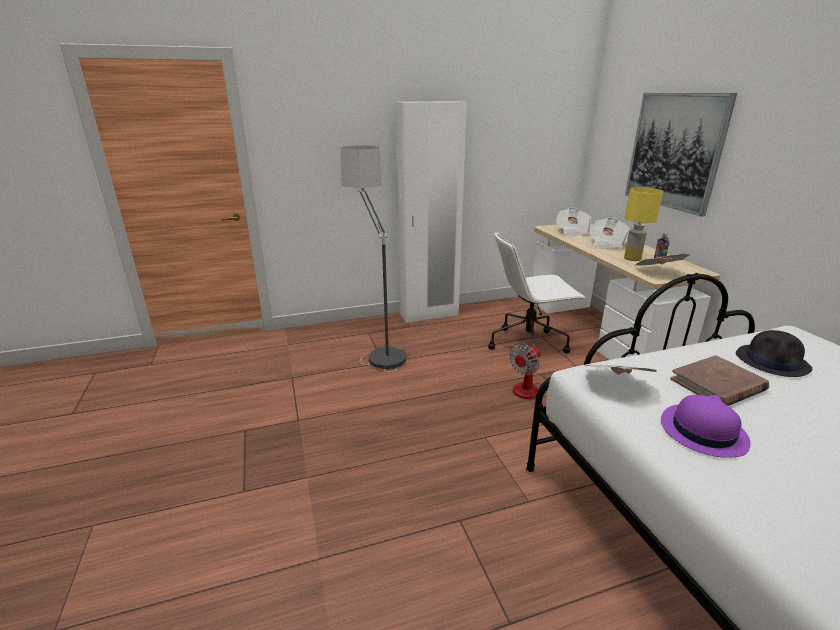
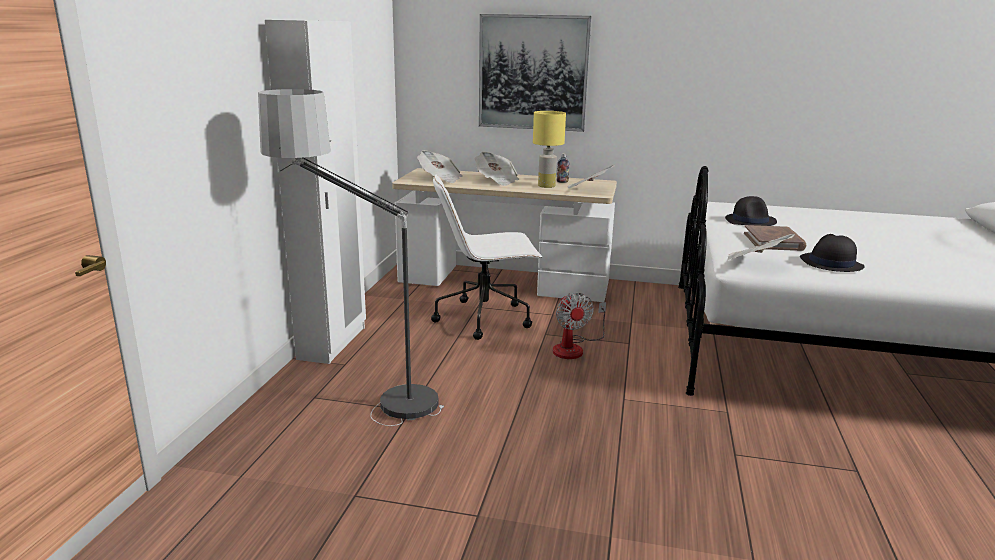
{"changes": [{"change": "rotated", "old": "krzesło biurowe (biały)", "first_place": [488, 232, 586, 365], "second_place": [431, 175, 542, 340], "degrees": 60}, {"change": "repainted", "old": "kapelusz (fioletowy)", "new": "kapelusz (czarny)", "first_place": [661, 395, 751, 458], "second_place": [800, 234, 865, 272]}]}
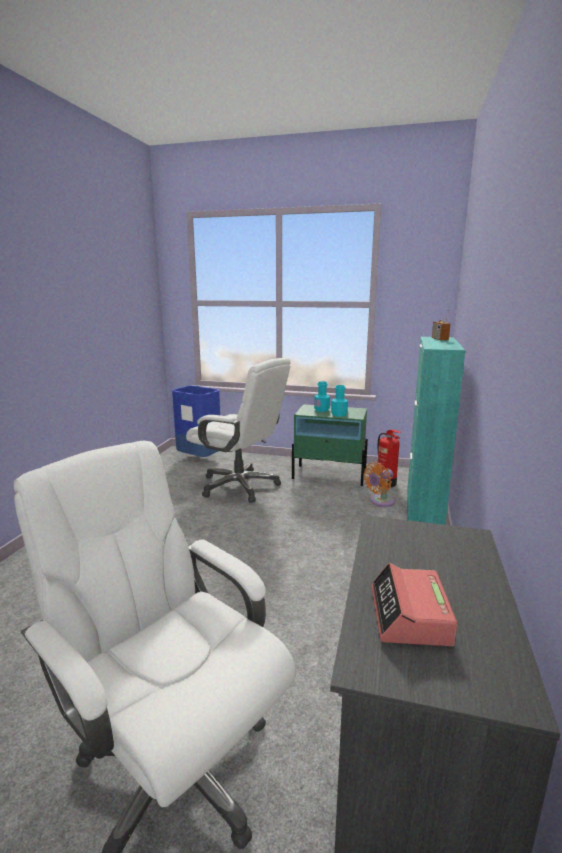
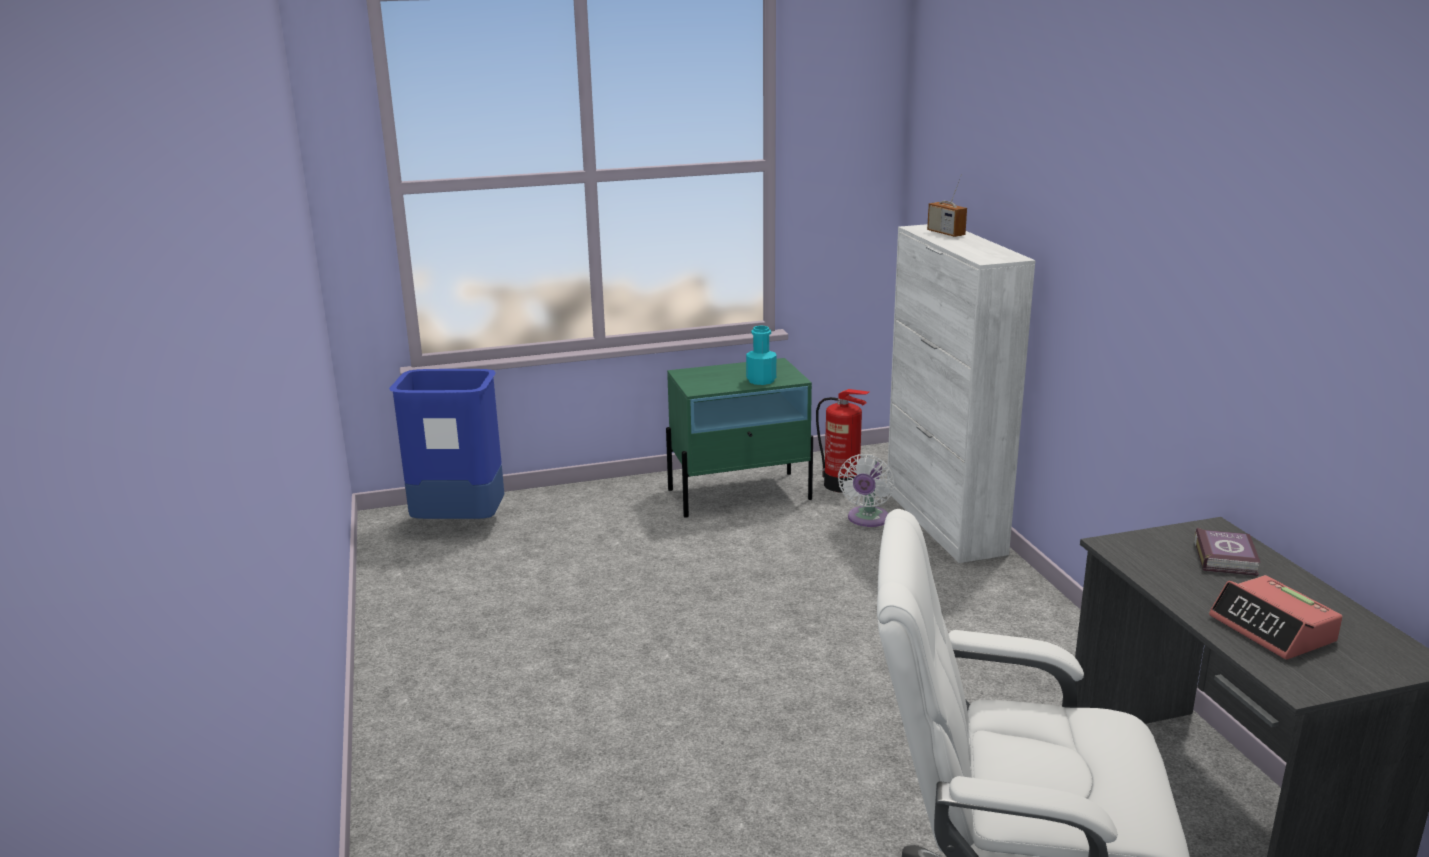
{"changes": [{"change": "repainted", "old": "wentylator (pomarańczowy)", "new": "wentylator (biały)", "first_place": [363, 462, 394, 507], "second_place": [838, 454, 895, 527]}, {"change": "repainted", "old": "szafka (turkusowy)", "new": "szafka (biały)", "first_place": [407, 337, 466, 525], "second_place": [887, 224, 1036, 563]}, {"change": "new", "new": "książka", "second_place": [1194, 528, 1261, 576]}, {"change": "gone", "old": "krzesło biurowe (biały)", "first_place": [186, 358, 291, 503]}, {"change": "gone", "old": "butelka (turkusowy)", "first_place": [314, 381, 330, 412]}]}
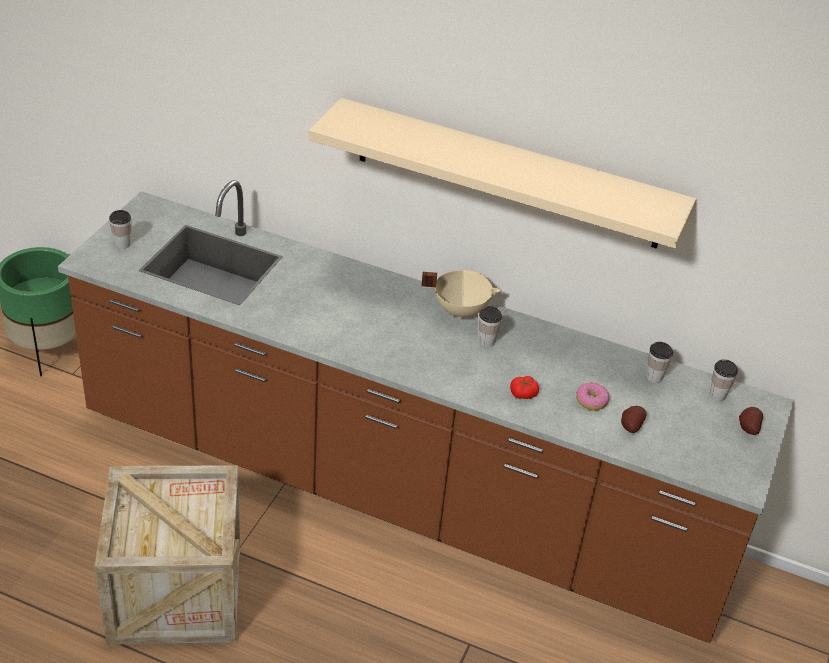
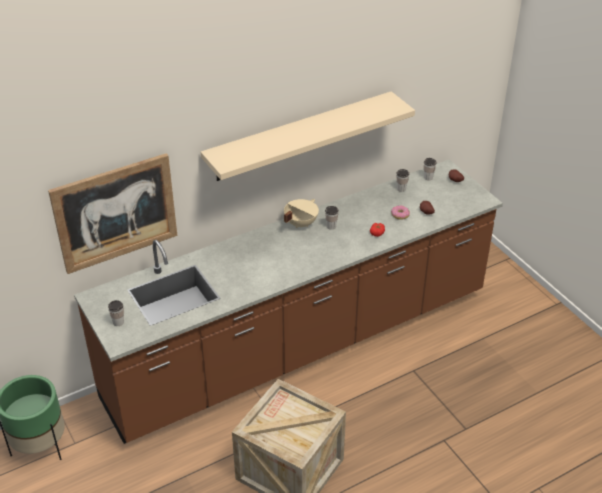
{"changes": [{"change": "new", "new": "obraz", "second_place": [48, 153, 177, 274]}]}
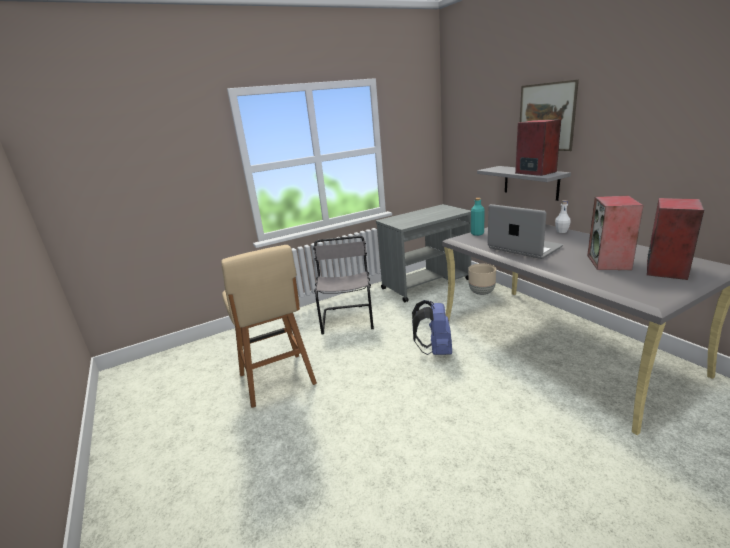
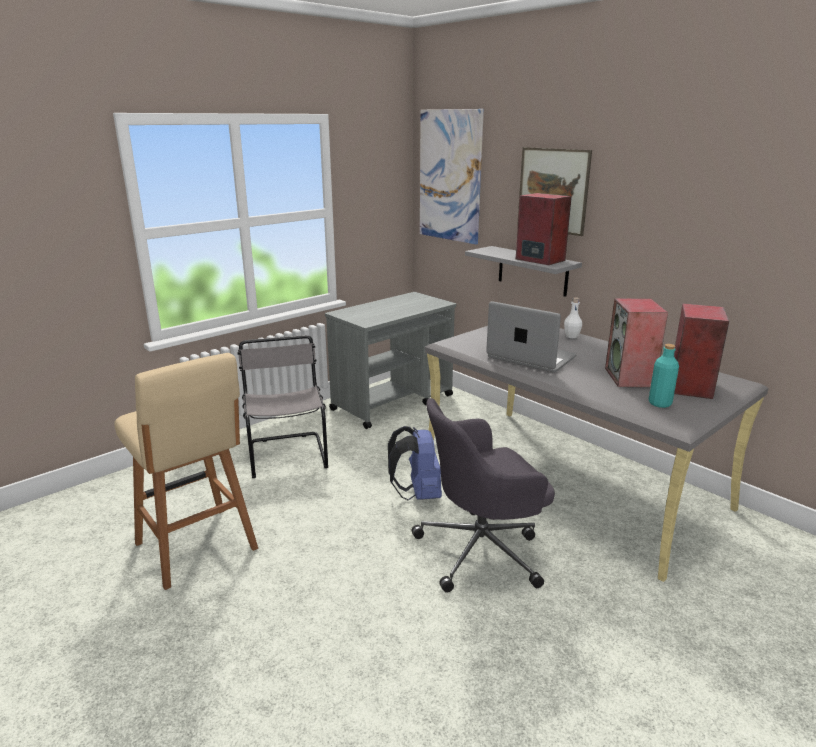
{"changes": [{"change": "new", "new": "krzesło biurowe (szary)", "second_place": [412, 398, 555, 593]}, {"change": "new", "new": "obraz", "second_place": [420, 109, 484, 245]}, {"change": "shifted", "old": "butelka (turkusowy)", "first_place": [471, 198, 485, 236], "second_place": [649, 344, 679, 408]}, {"change": "gone", "old": "donica (beżowy)", "first_place": [468, 263, 496, 295]}]}
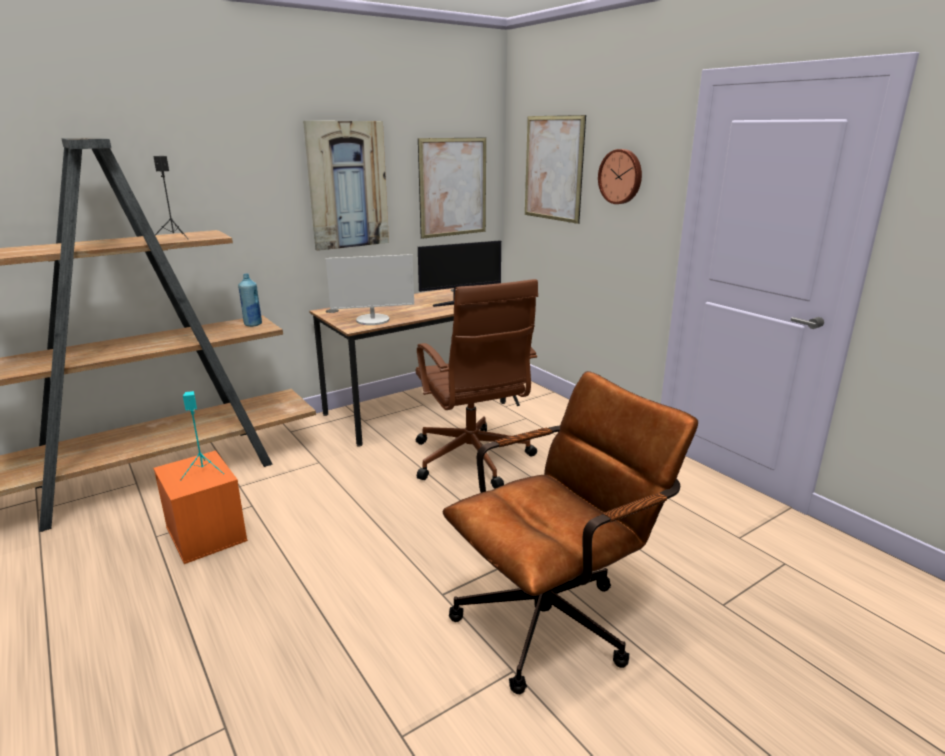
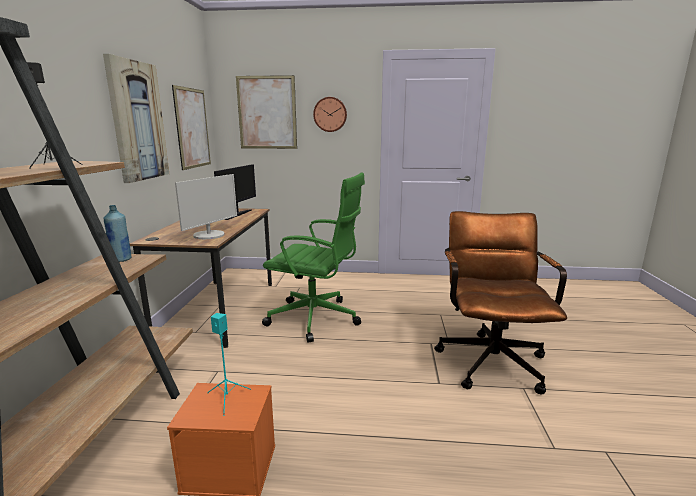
{"changes": [{"change": "repainted", "old": "krzesło biurowe (brązowy)", "new": "krzesło biurowe (zielony)", "first_place": [416, 279, 538, 489], "second_place": [262, 172, 365, 343]}]}
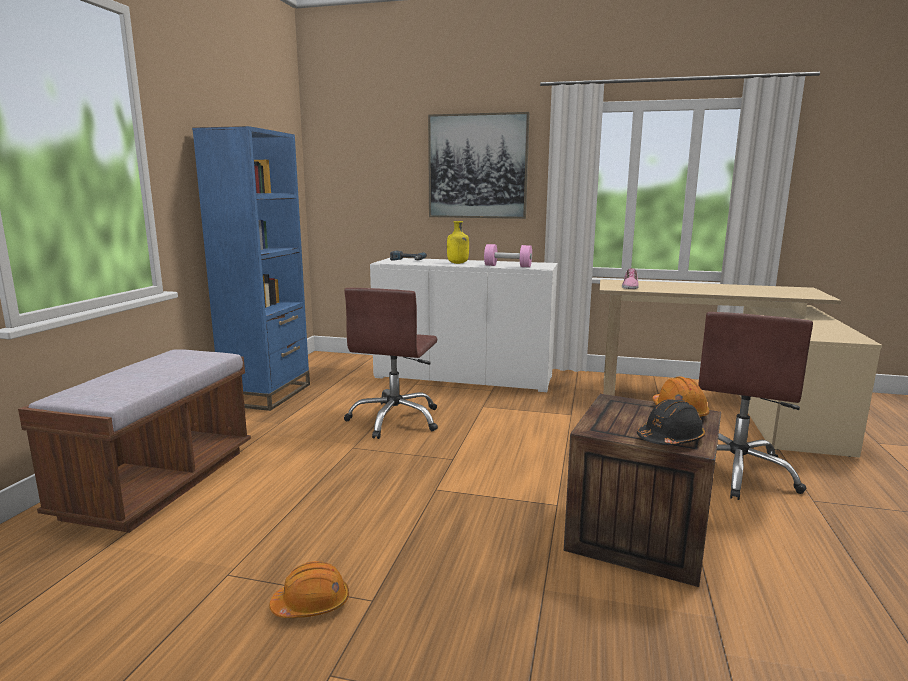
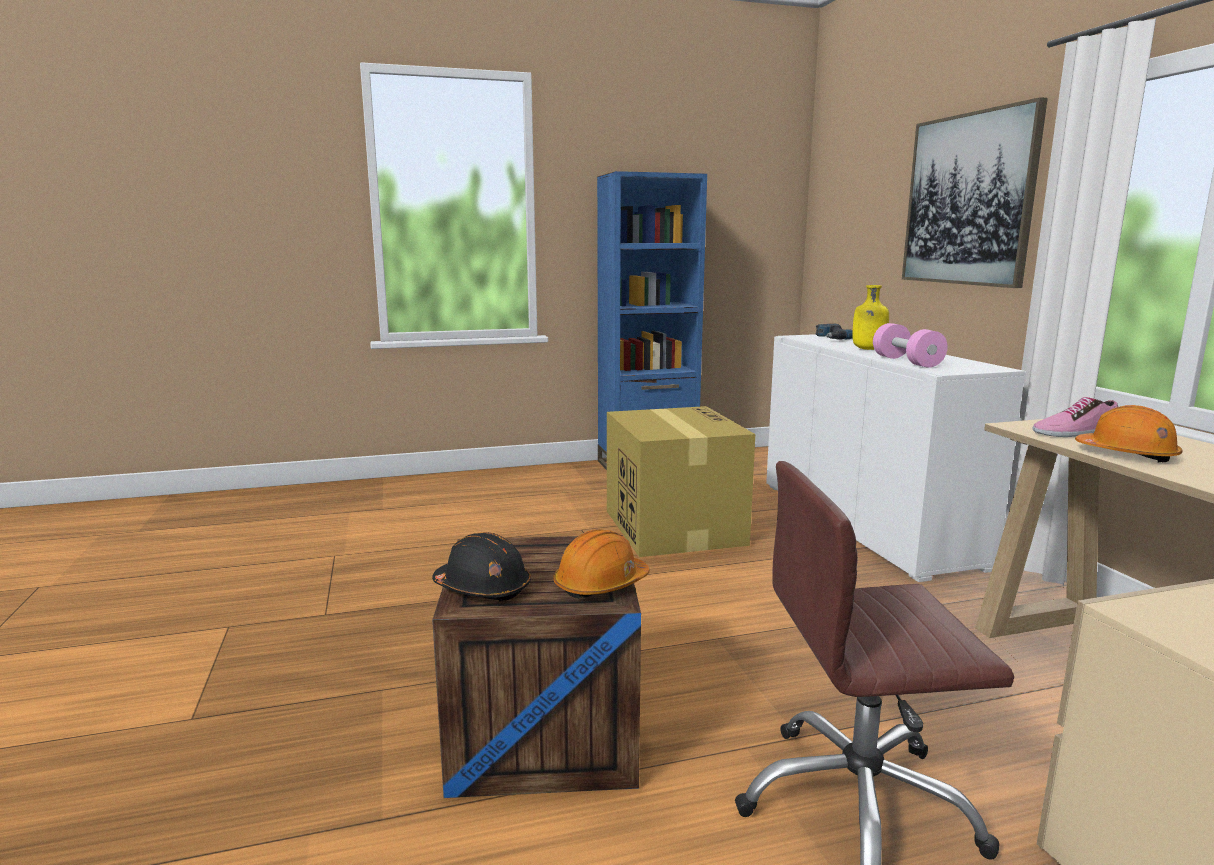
{"changes": [{"change": "swapped", "old": "krzesło biurowe (brązowy)", "new": "karton", "first_place": [344, 288, 438, 439], "second_place": [607, 406, 755, 557]}, {"change": "shifted", "old": "kask (pomarańczowy)", "first_place": [269, 561, 349, 618], "second_place": [1075, 405, 1183, 463]}, {"change": "gone", "old": "ławka (brązowy)", "first_place": [18, 349, 251, 533]}]}
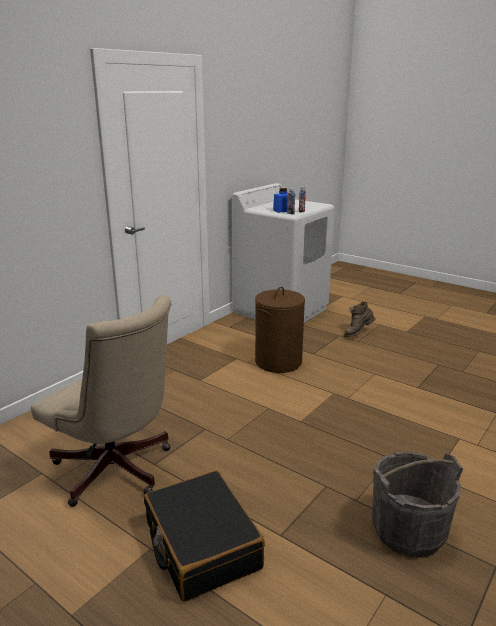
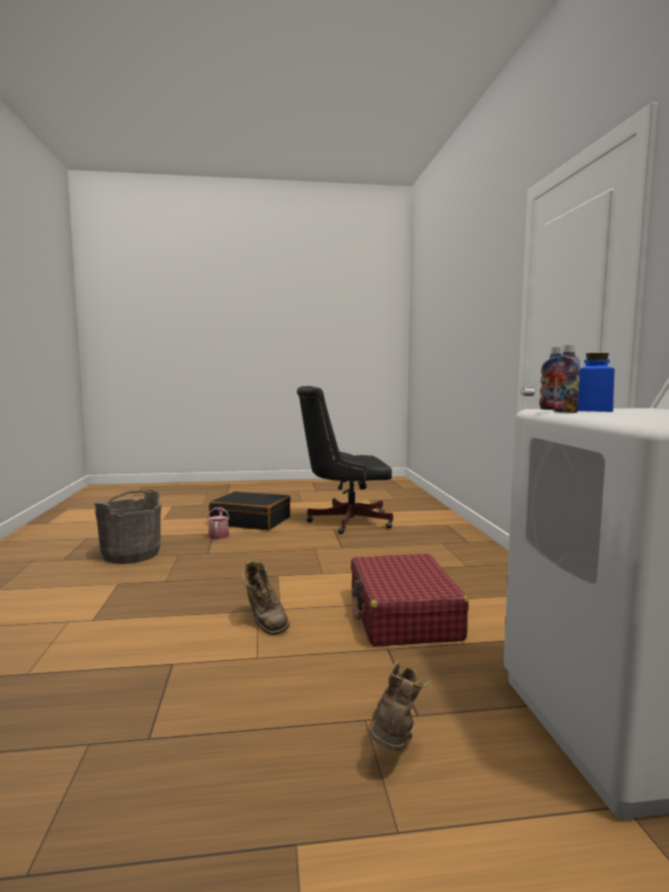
{"changes": [{"change": "new", "new": "konewka", "second_place": [207, 508, 230, 539]}, {"change": "new", "new": "but z cholewką (brązowy)", "second_place": [242, 560, 290, 635]}, {"change": "repainted", "old": "krzesło biurowe (beżowy)", "new": "krzesło biurowe (czarny)", "first_place": [31, 295, 171, 507], "second_place": [297, 386, 393, 534]}, {"change": "swapped", "old": "kosz na pranie (brązowy)", "new": "walizka (czerwony)", "first_place": [255, 287, 305, 373], "second_place": [351, 554, 469, 647]}]}
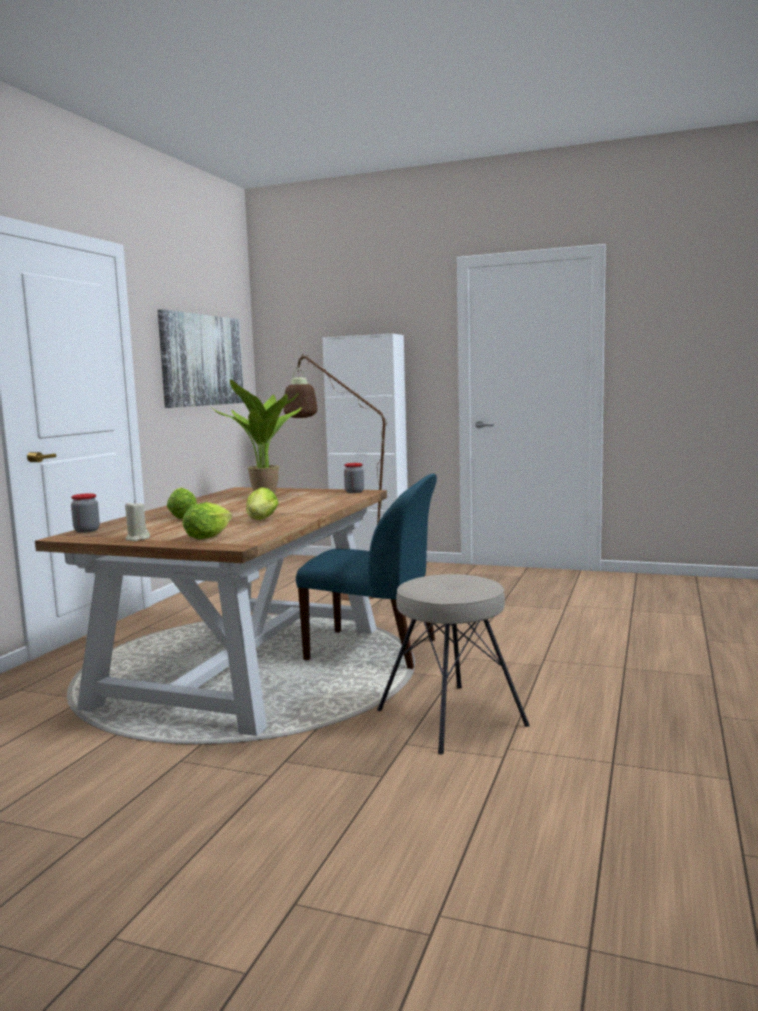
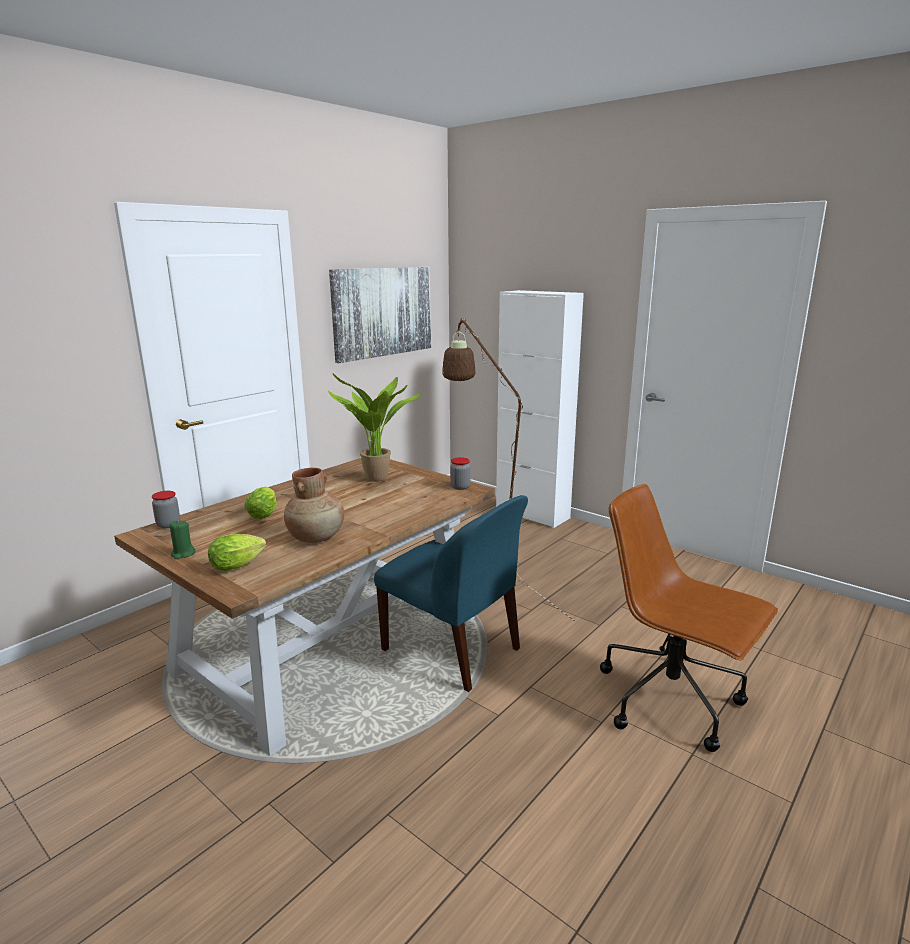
{"changes": [{"change": "repainted", "old": "świeca (beżowy)", "new": "świeca (zielony)", "first_place": [125, 500, 150, 541], "second_place": [170, 521, 195, 559]}, {"change": "swapped", "old": "sałata", "new": "wazon (brązowy)", "first_place": [246, 487, 279, 520], "second_place": [284, 468, 344, 543]}, {"change": "new", "new": "krzesło biurowe (brązowy)", "second_place": [600, 484, 778, 752]}, {"change": "gone", "old": "stołek (beżowy)", "first_place": [377, 574, 530, 754]}]}
